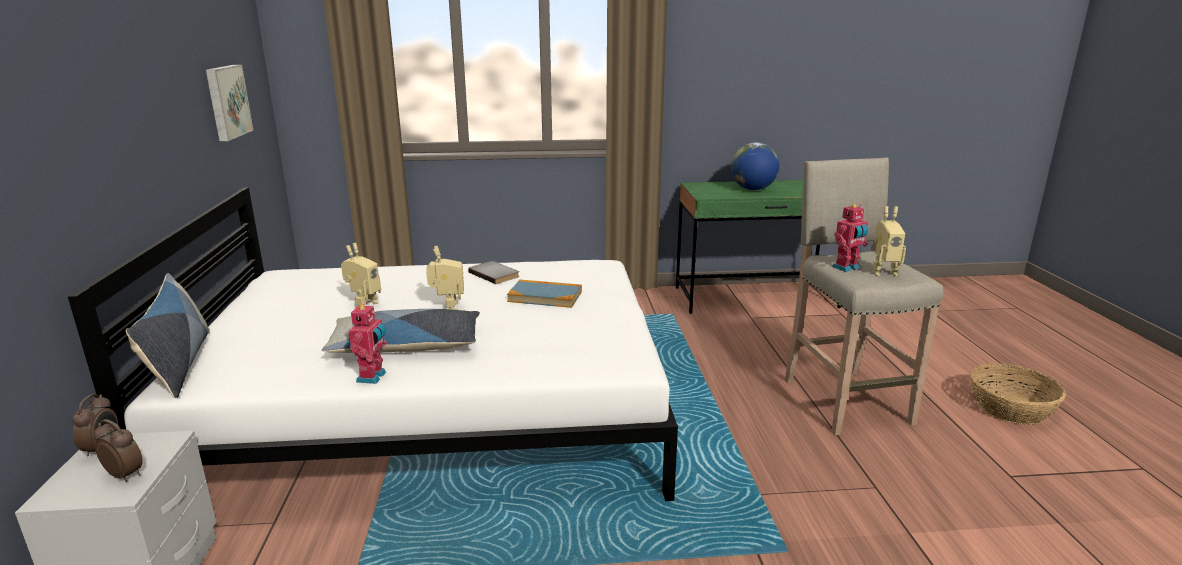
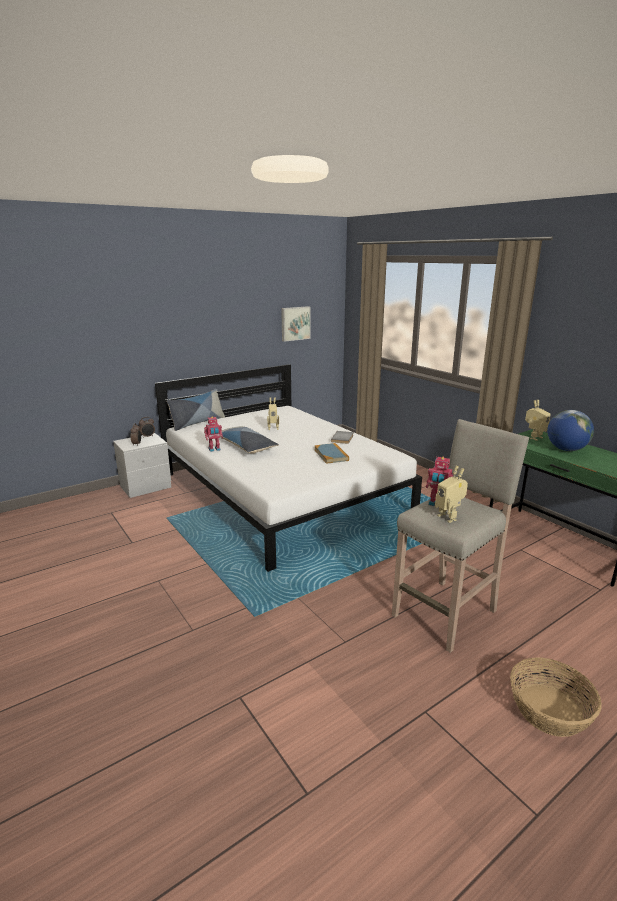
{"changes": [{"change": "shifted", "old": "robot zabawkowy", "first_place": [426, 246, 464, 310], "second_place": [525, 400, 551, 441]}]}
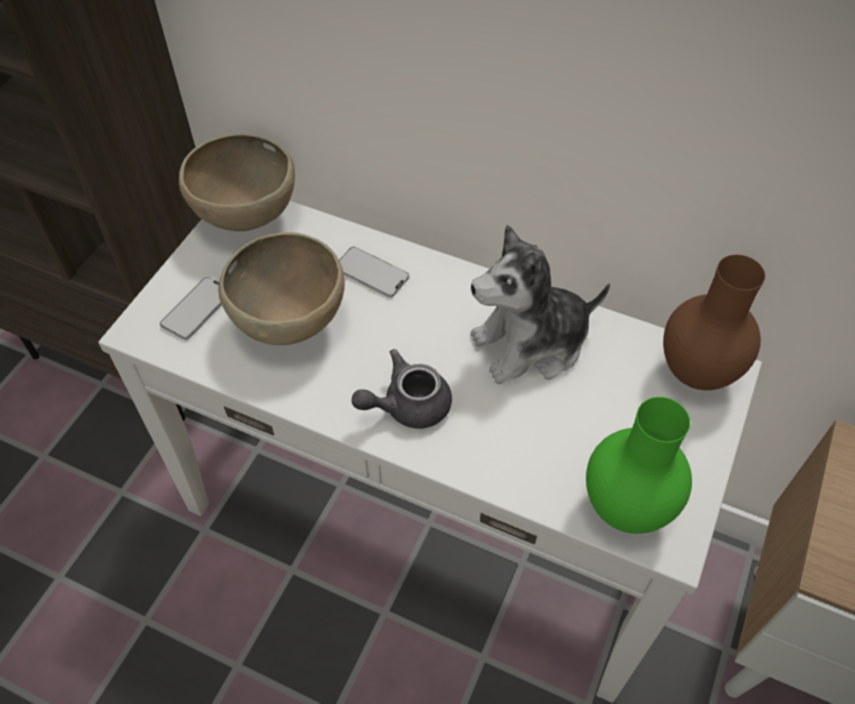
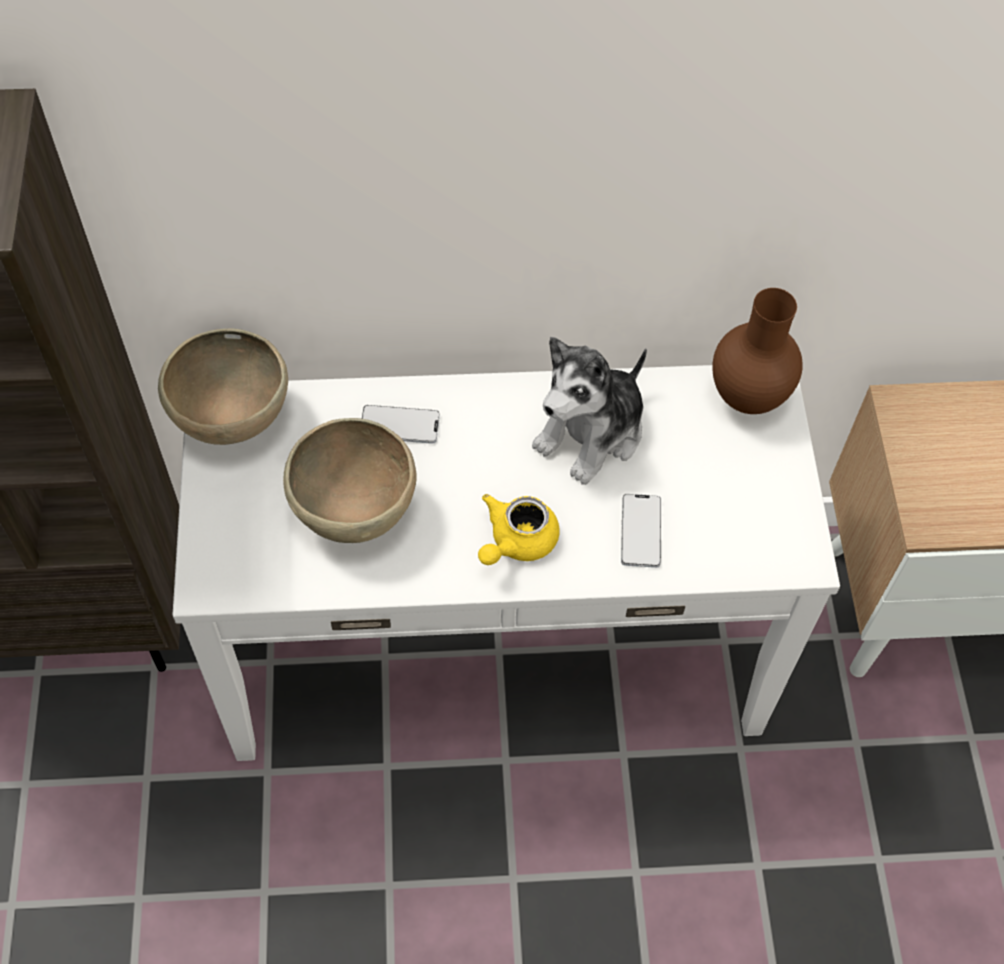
{"changes": [{"change": "repainted", "old": "imbryk (szary)", "new": "imbryk (żółty)", "first_place": [352, 349, 452, 429], "second_place": [478, 494, 560, 565]}, {"change": "shifted", "old": "telefon", "first_place": [160, 277, 222, 340], "second_place": [621, 494, 661, 568]}, {"change": "gone", "old": "wazon (zielony)", "first_place": [586, 397, 692, 534]}]}
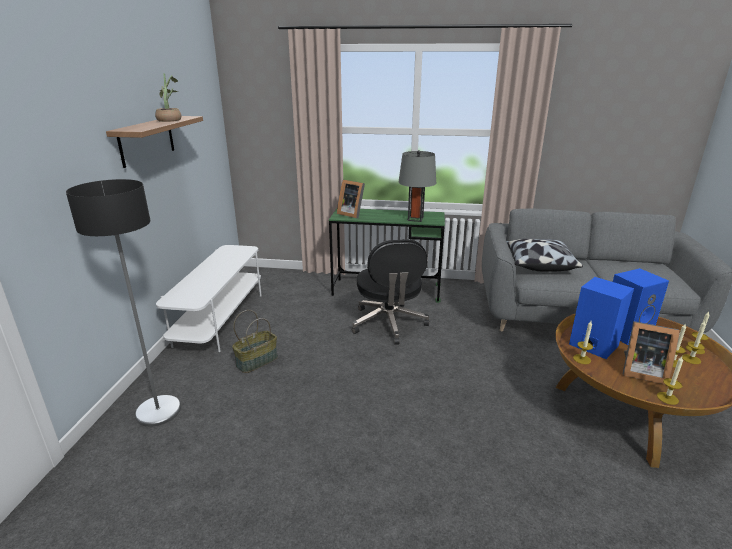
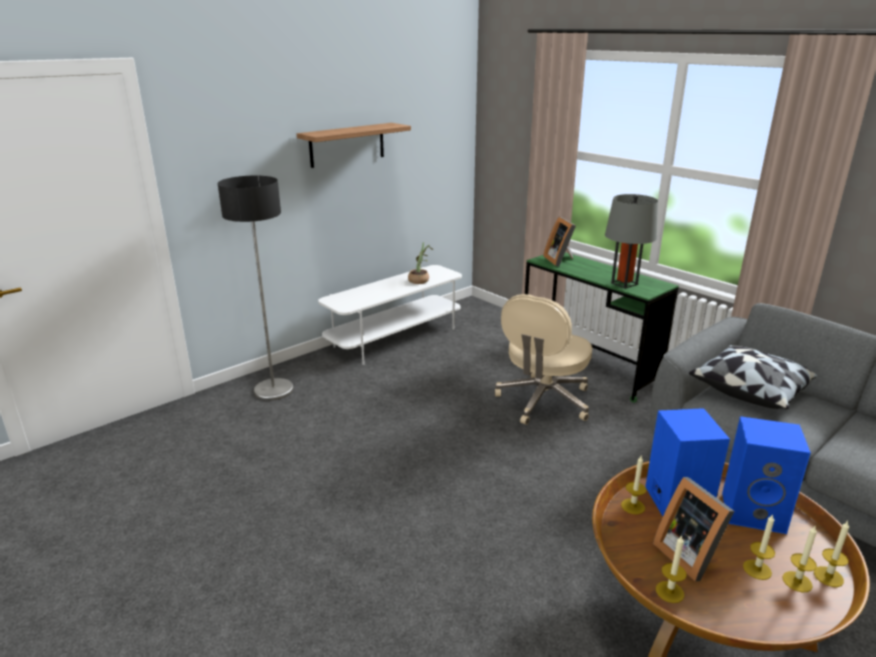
{"changes": [{"change": "shifted", "old": "roślina doniczkowa", "first_place": [155, 73, 181, 122], "second_place": [408, 242, 433, 284]}, {"change": "repainted", "old": "krzesło biurowe (czarny)", "new": "krzesło biurowe (beżowy)", "first_place": [352, 239, 429, 345], "second_place": [495, 294, 592, 425]}, {"change": "gone", "old": "koszyk", "first_place": [232, 310, 278, 373]}]}
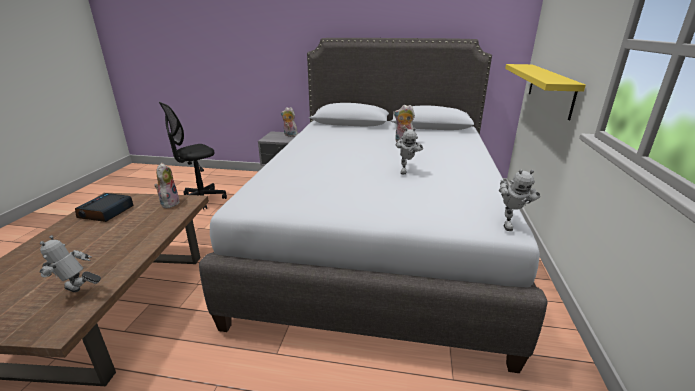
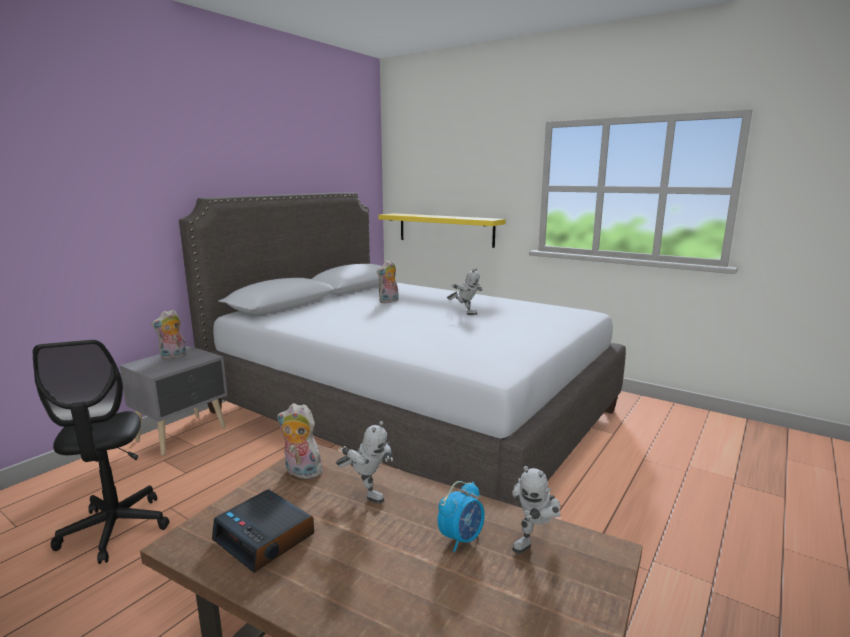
{"changes": [{"change": "shifted", "old": "robot zabawkowy", "first_place": [499, 169, 540, 231], "second_place": [336, 421, 393, 503]}, {"change": "new", "new": "budzik", "second_place": [438, 481, 485, 552]}]}
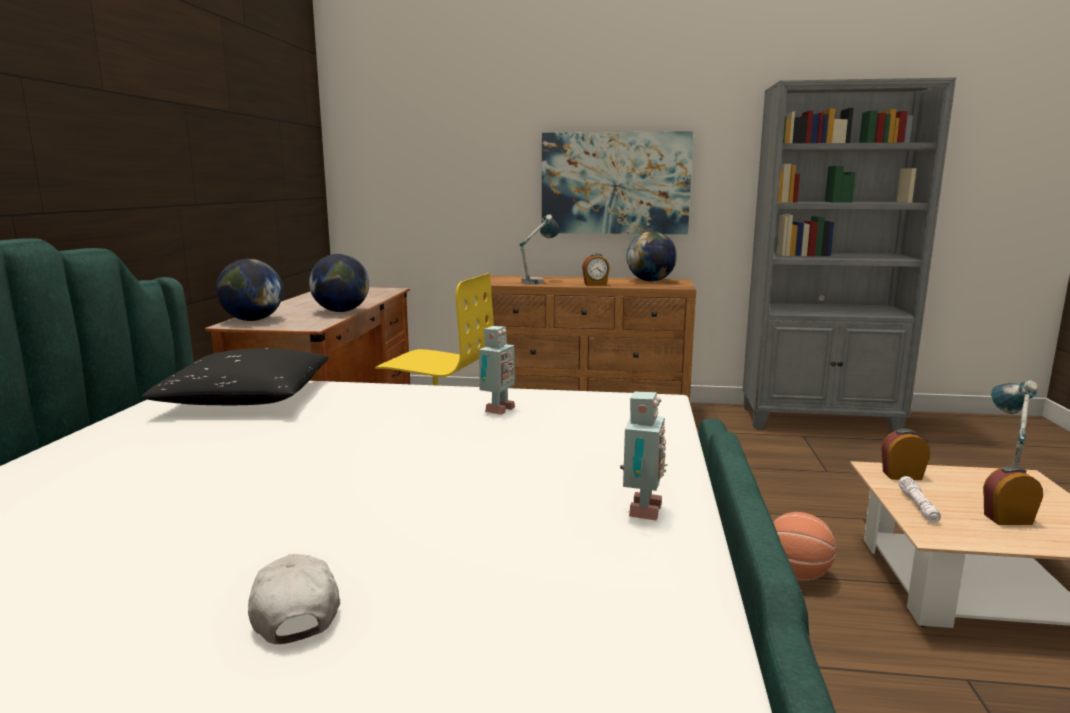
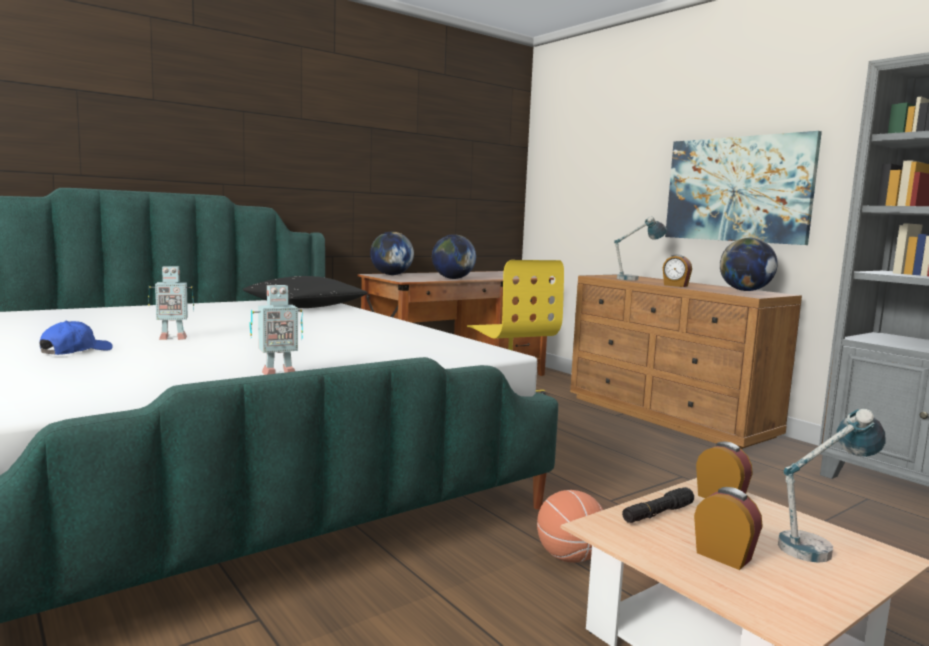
{"changes": [{"change": "repainted", "old": "czapka z daszkiem (biały)", "new": "czapka z daszkiem (niebieski)", "first_place": [248, 554, 341, 644], "second_place": [39, 321, 113, 355]}, {"change": "shifted", "old": "robot zabawkowy", "first_place": [479, 326, 515, 415], "second_place": [148, 266, 194, 340]}, {"change": "repainted", "old": "latarka (biały)", "new": "latarka (czarny)", "first_place": [899, 476, 941, 523], "second_place": [622, 487, 694, 523]}]}
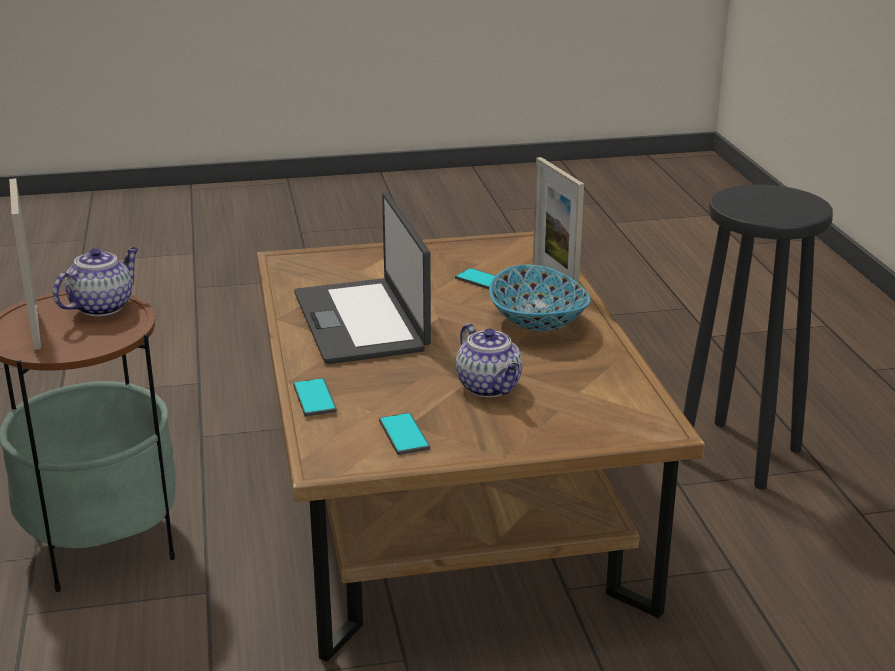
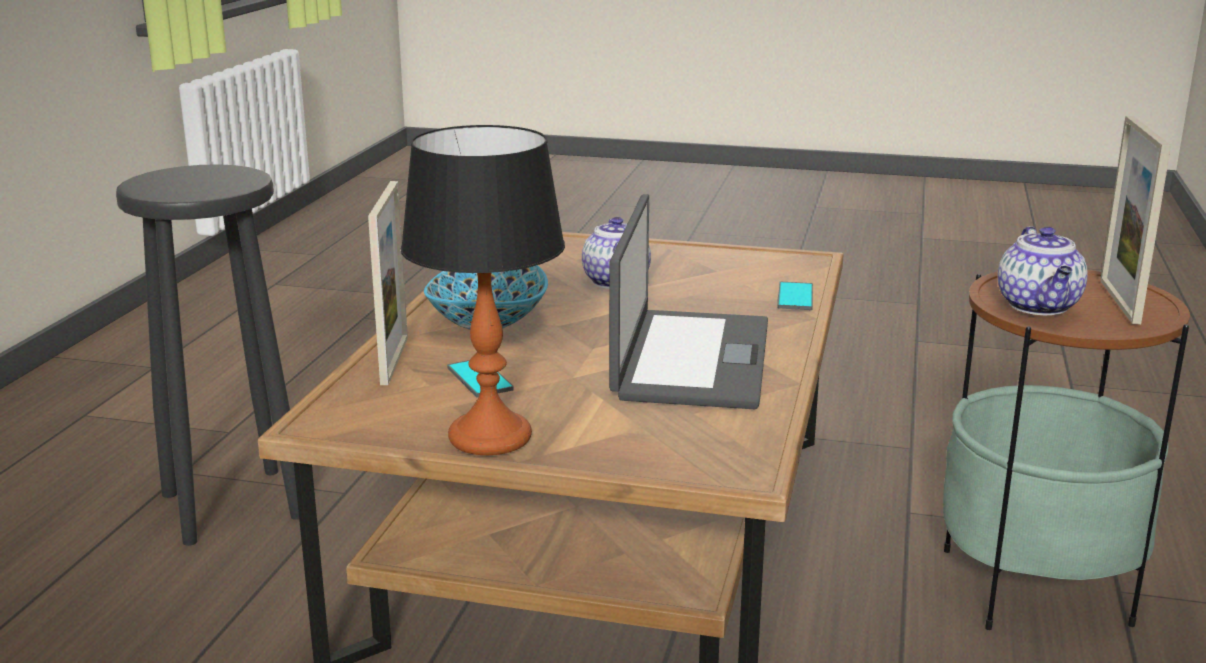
{"changes": [{"change": "new", "new": "lampa stołowa", "second_place": [401, 125, 565, 455]}, {"change": "rotated", "old": "imbryk", "first_place": [53, 247, 139, 316], "second_place": [997, 226, 1088, 315], "degrees": -60}, {"change": "gone", "old": "telefon", "first_place": [379, 413, 430, 455]}]}
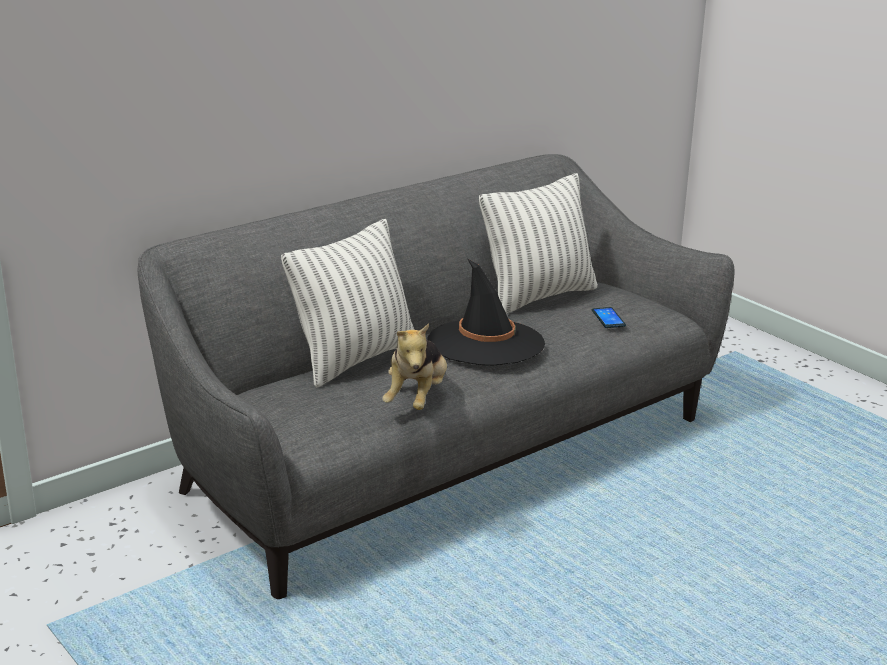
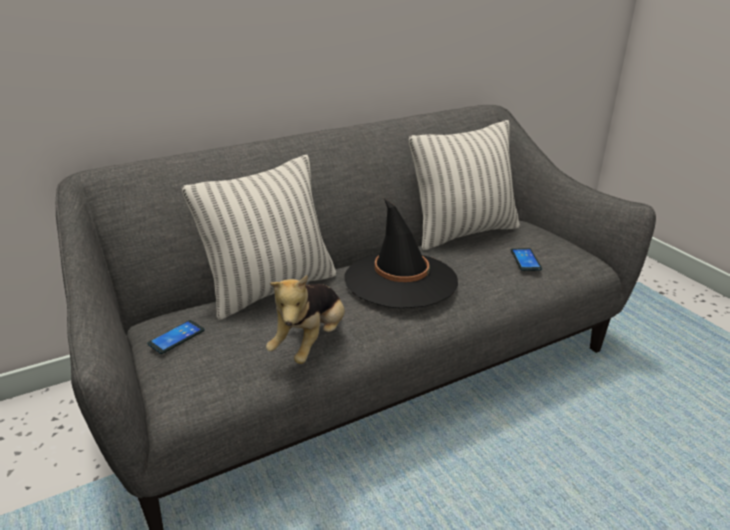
{"changes": [{"change": "new", "new": "telefon", "second_place": [147, 320, 205, 354]}]}
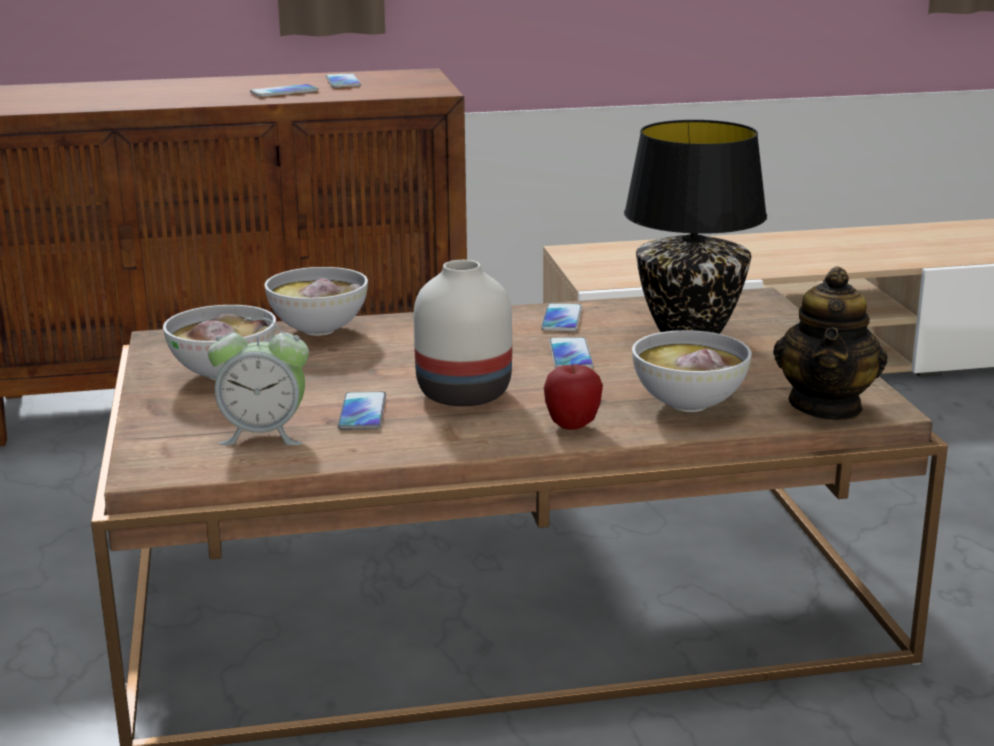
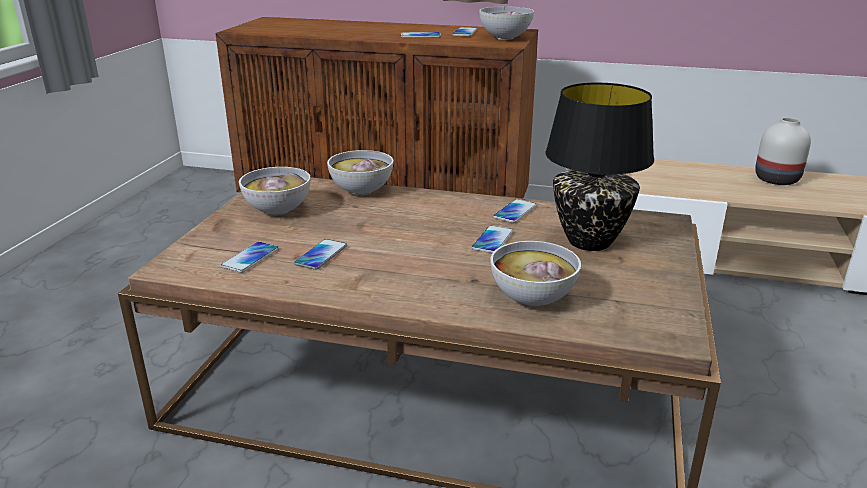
{"changes": [{"change": "swapped", "old": "budzik", "new": "telefon", "first_place": [208, 317, 309, 445], "second_place": [221, 242, 279, 273]}, {"change": "new", "new": "miska", "second_place": [479, 6, 534, 40]}, {"change": "shifted", "old": "wazon (biały)", "first_place": [414, 260, 512, 406], "second_place": [755, 117, 811, 185]}, {"change": "gone", "old": "jabłko", "first_place": [544, 365, 603, 430]}, {"change": "gone", "old": "imbryk", "first_place": [773, 266, 888, 420]}]}
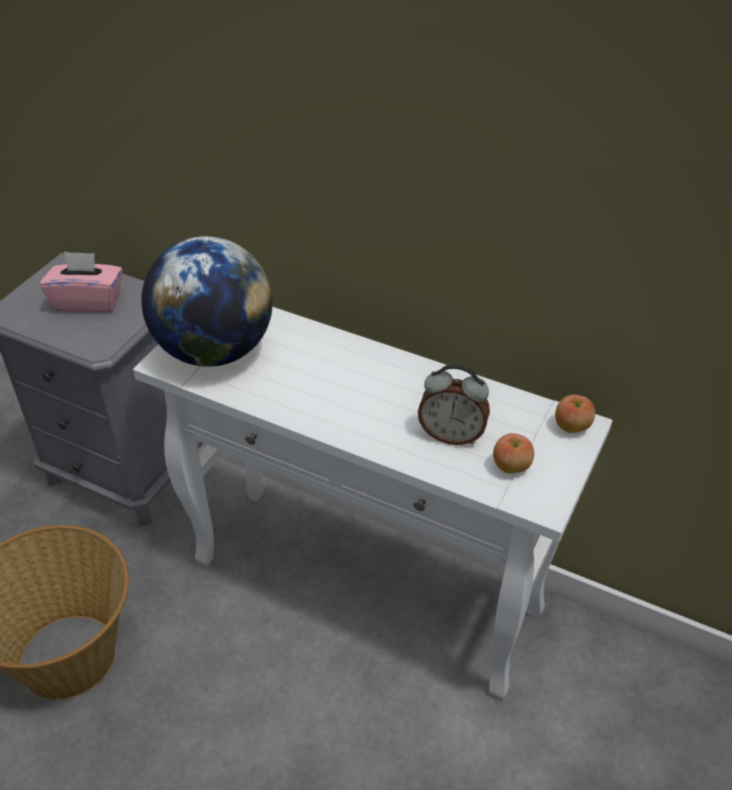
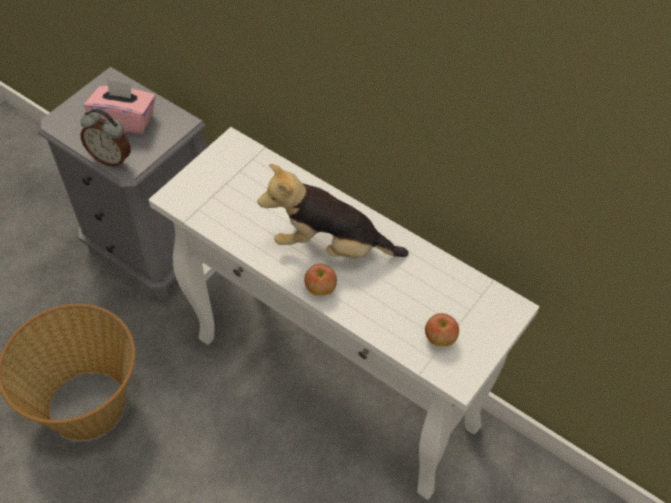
{"changes": [{"change": "shifted", "old": "budzik", "first_place": [418, 364, 490, 445], "second_place": [80, 109, 131, 167]}, {"change": "new", "new": "pluszak", "second_place": [258, 164, 408, 258]}, {"change": "shifted", "old": "jabłko", "first_place": [555, 394, 595, 433], "second_place": [304, 264, 337, 296]}, {"change": "gone", "old": "globus", "first_place": [141, 236, 273, 367]}]}
